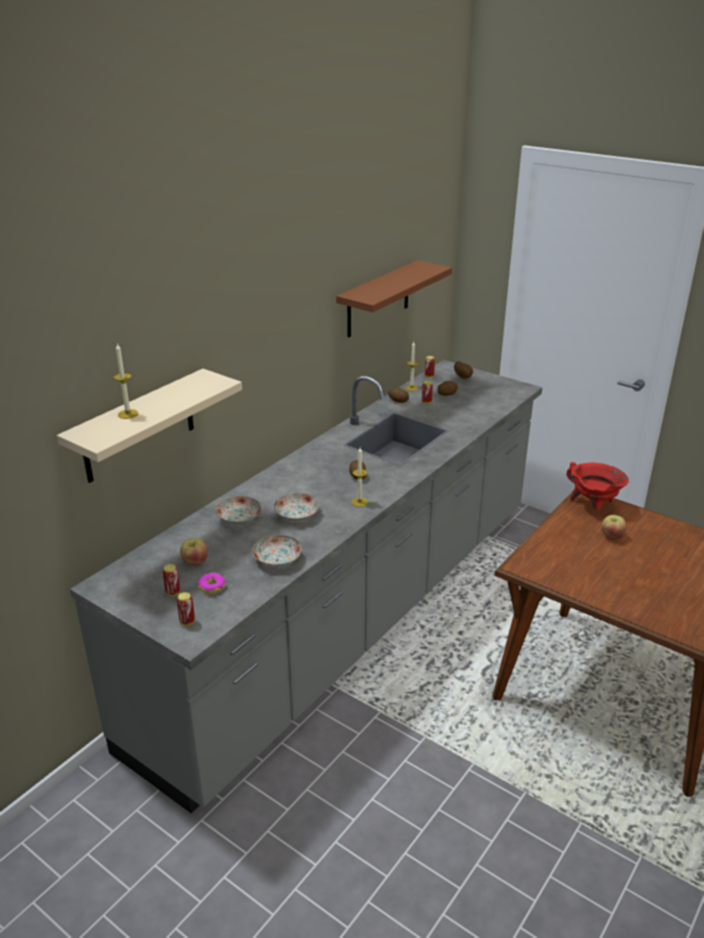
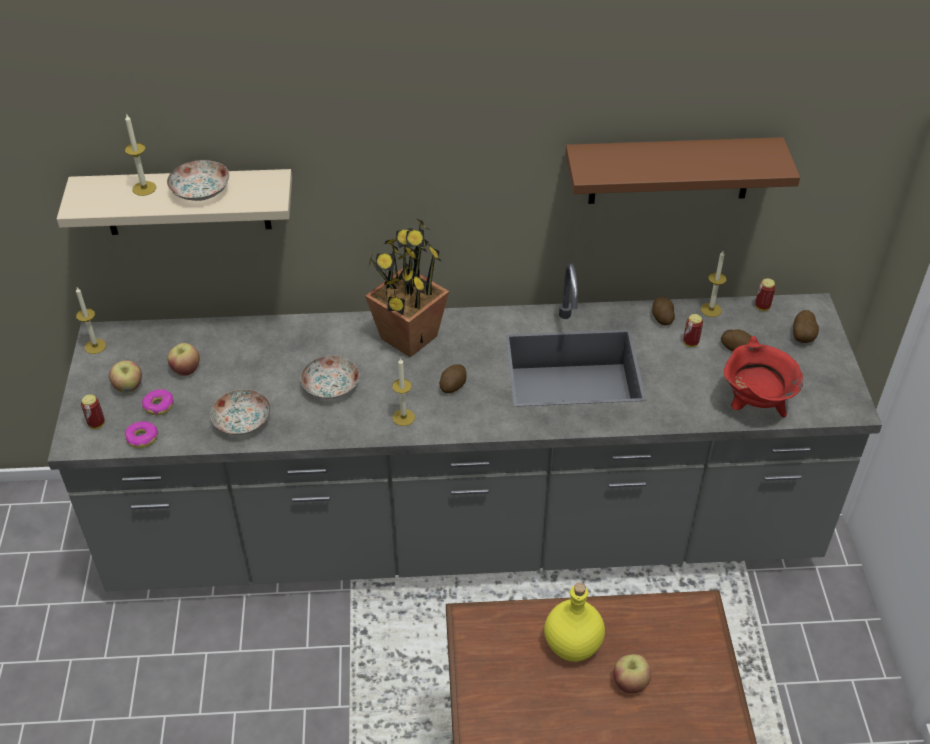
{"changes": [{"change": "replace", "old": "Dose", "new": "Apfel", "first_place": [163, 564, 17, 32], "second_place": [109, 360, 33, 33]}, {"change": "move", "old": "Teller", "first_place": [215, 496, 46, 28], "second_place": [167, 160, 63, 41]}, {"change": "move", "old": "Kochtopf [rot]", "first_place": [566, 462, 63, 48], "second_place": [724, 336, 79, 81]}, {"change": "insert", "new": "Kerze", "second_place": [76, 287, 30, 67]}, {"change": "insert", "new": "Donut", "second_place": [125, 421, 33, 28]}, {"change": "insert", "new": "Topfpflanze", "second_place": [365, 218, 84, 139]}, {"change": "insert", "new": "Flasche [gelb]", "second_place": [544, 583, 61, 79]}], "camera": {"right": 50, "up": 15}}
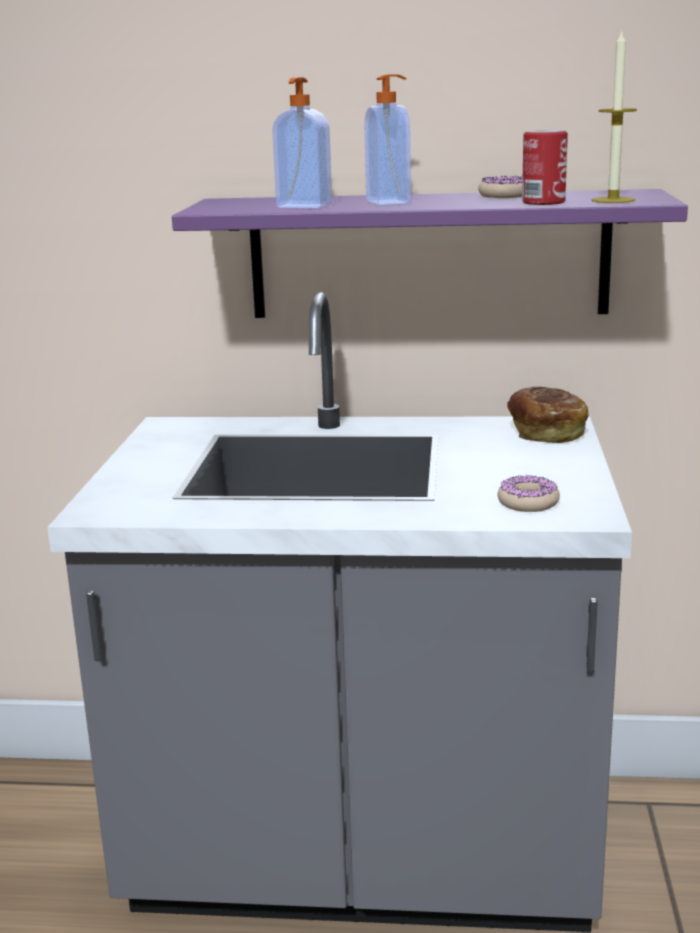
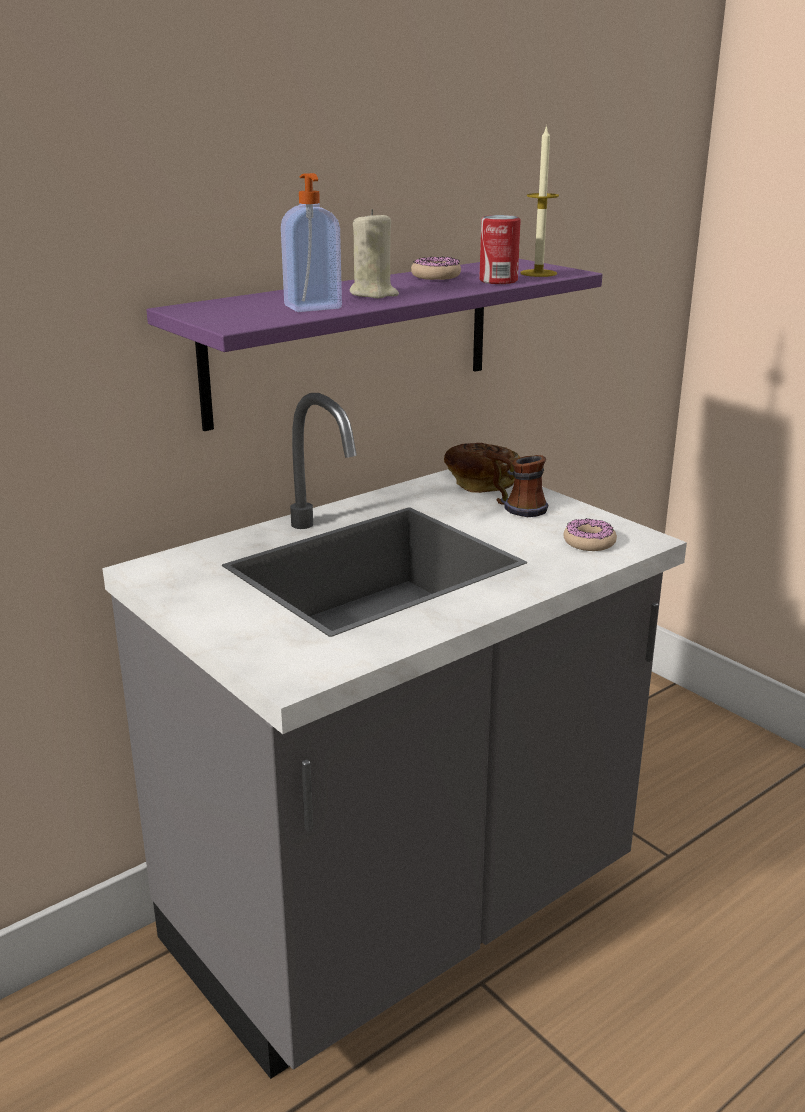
{"changes": [{"change": "replace", "old": "Seifenspender", "new": "Kerze [beige]", "first_place": [364, 74, 47, 132], "second_place": [350, 209, 49, 89]}, {"change": "insert", "new": "Henkelbecher", "second_place": [486, 450, 62, 67]}], "camera": {"right": -45, "up": 5}}
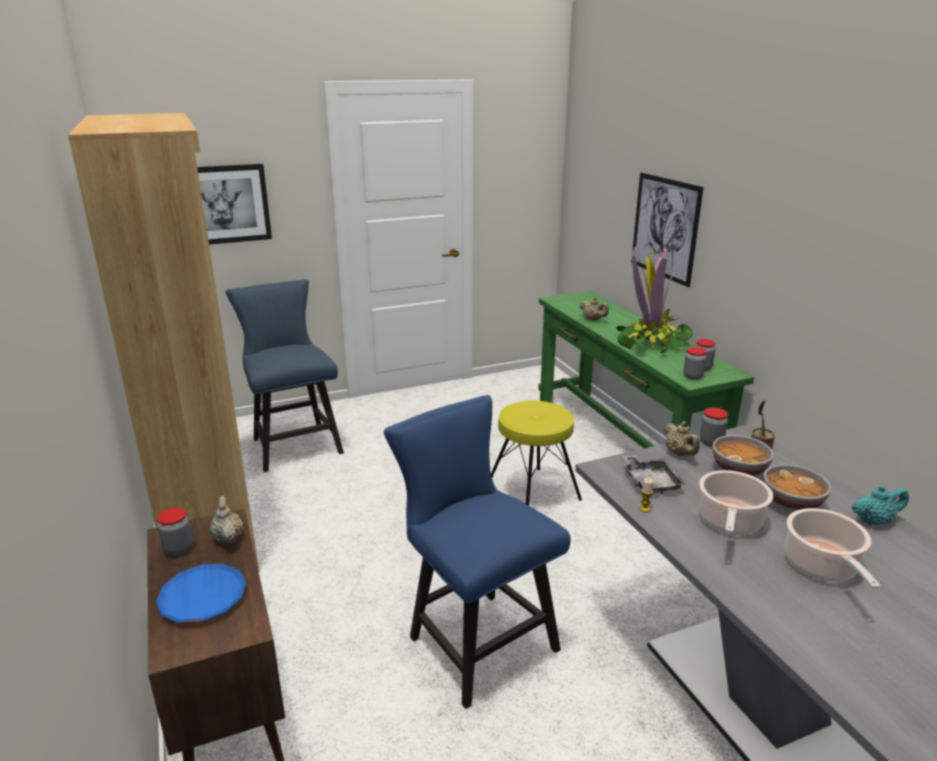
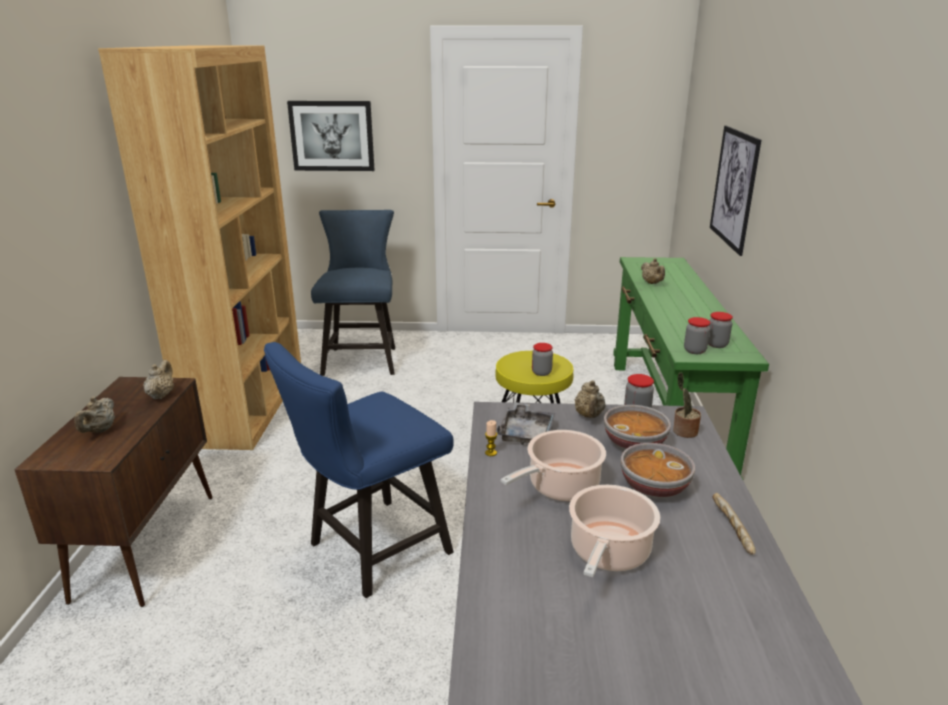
{"changes": [{"change": "replace", "old": "Teller [blau]", "new": "Teekanne [beige]", "first_place": [156, 564, 91, 59], "second_place": [74, 397, 41, 36]}, {"change": "move", "old": "Vorratsglas", "first_place": [157, 508, 36, 48], "second_place": [532, 343, 21, 33]}, {"change": "rotate", "old": "Stuhl [blau]", "first_place": [384, 395, 187, 314], "second_place": [264, 342, 190, 256], "degrees": -120}, {"change": "delete", "old": "Topfpflanze", "first_place": [616, 243, 77, 110]}, {"change": "replace", "old": "Teekanne [türkis]", "new": "Brot", "first_place": [852, 485, 57, 40], "second_place": [712, 493, 43, 62]}], "camera": {"right": 25, "up": 0}}
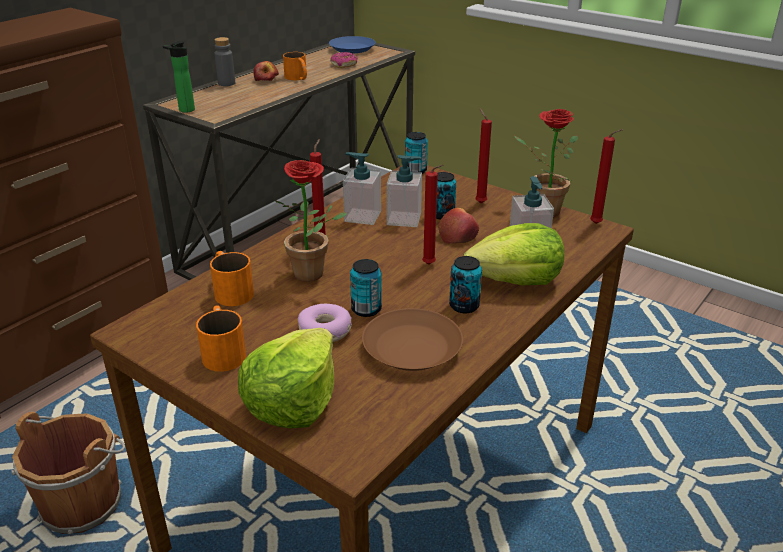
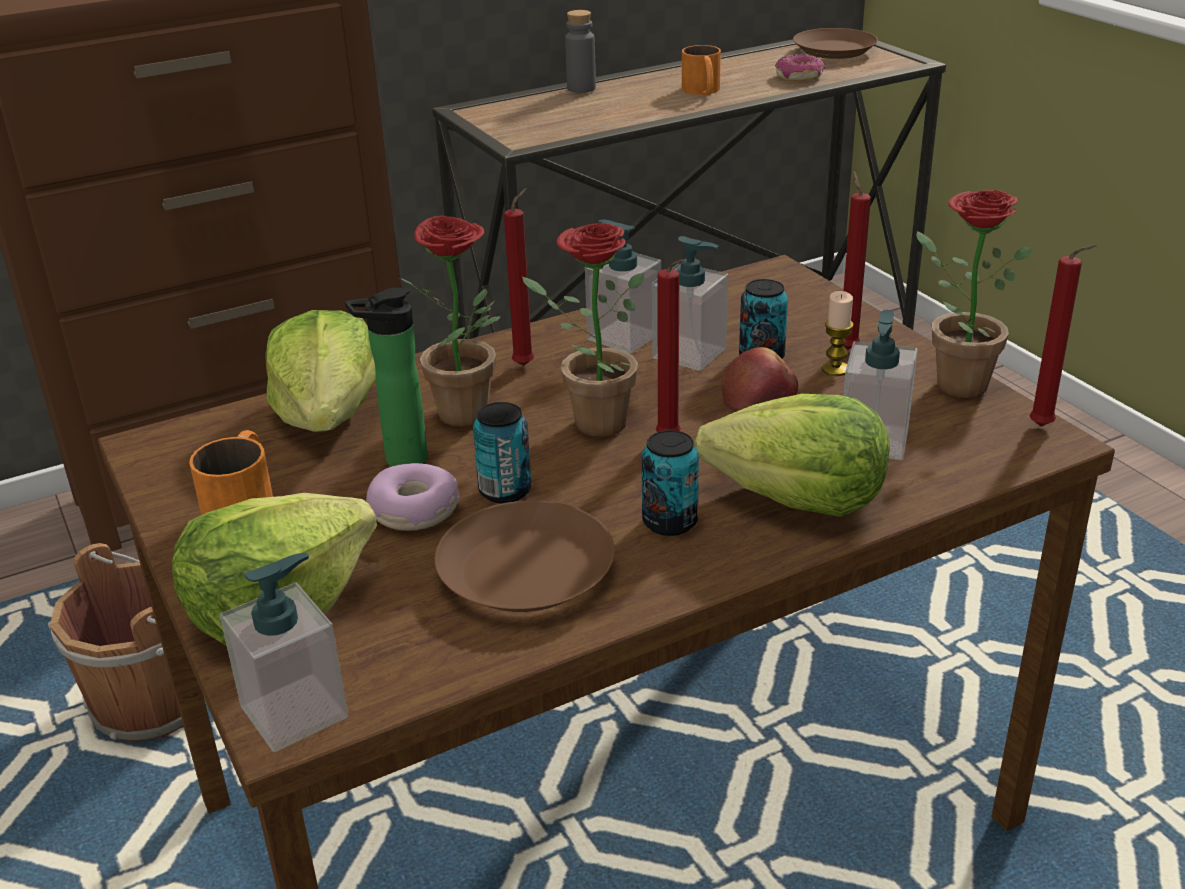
{"changes": [{"change": "move", "old": "Flasche", "first_place": [163, 41, 32, 72], "second_place": [345, 288, 83, 179]}, {"change": "replace", "old": "Henkelbecher [orange]", "new": "Salatkopf", "first_place": [210, 251, 44, 55], "second_place": [265, 310, 111, 122]}, {"change": "delete", "old": "Apfel", "first_place": [253, 61, 26, 20]}, {"change": "recolor", "old": "Teller [blau]", "new": "Teller [braun]", "first_place": [329, 36, 47, 17], "second_place": [793, 28, 85, 31]}, {"change": "delete", "old": "Dose", "first_place": [405, 132, 23, 42]}, {"change": "insert", "new": "Seifenspender", "second_place": [220, 552, 128, 200]}, {"change": "insert", "new": "Topfpflanze", "second_place": [522, 223, 122, 214]}, {"change": "insert", "new": "Kerze", "second_place": [822, 291, 32, 85]}], "camera": {"right": 25, "up": 0}}
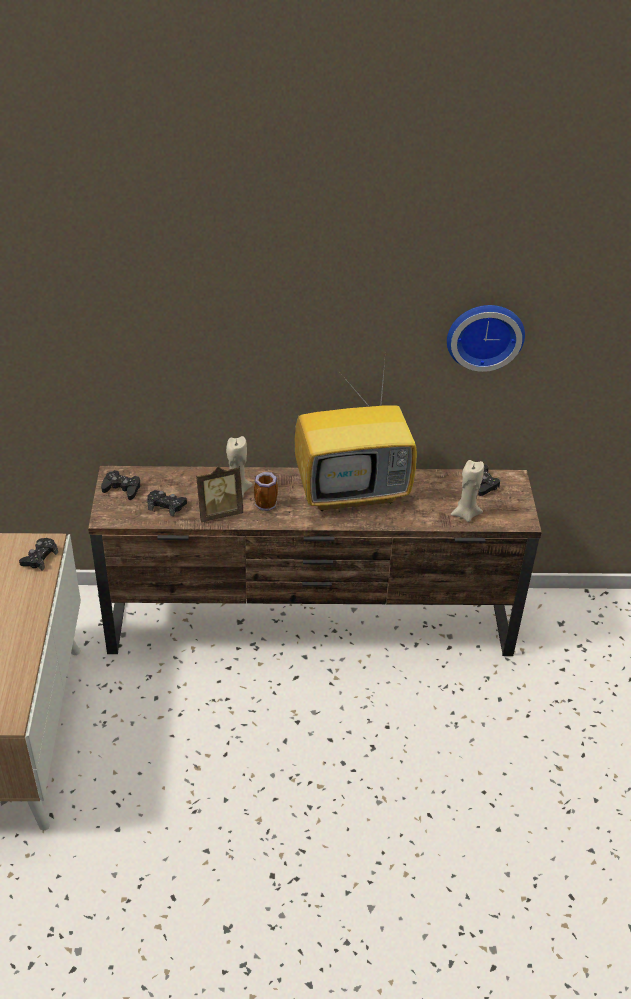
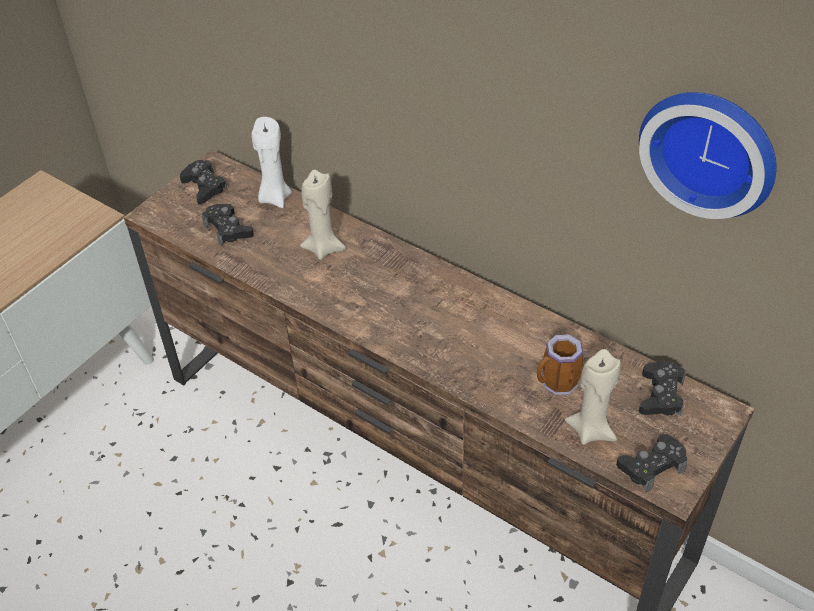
{"changes": [{"change": "move", "old": "Gamepad [schwarz]", "first_place": [19, 538, 39, 32], "second_place": [616, 434, 72, 58]}, {"change": "delete", "old": "Bilderrahmen", "first_place": [196, 466, 47, 56]}, {"change": "move", "old": "Henkelbecher", "first_place": [254, 472, 24, 39], "second_place": [537, 334, 46, 61]}, {"change": "delete", "old": "Fernseher", "first_place": [295, 350, 122, 161]}, {"change": "insert", "new": "Kerze [weiß]", "second_place": [251, 117, 41, 91]}], "camera": {"right": 40, "up": 5}}
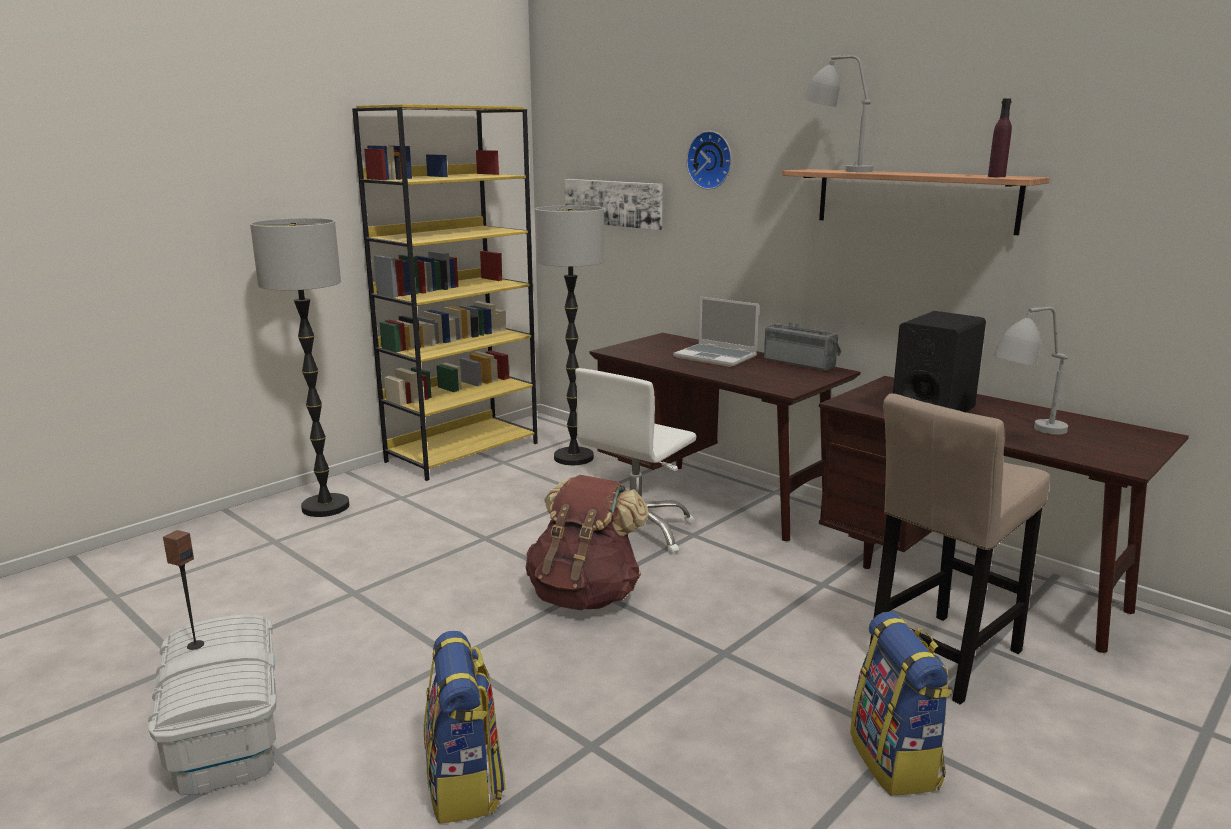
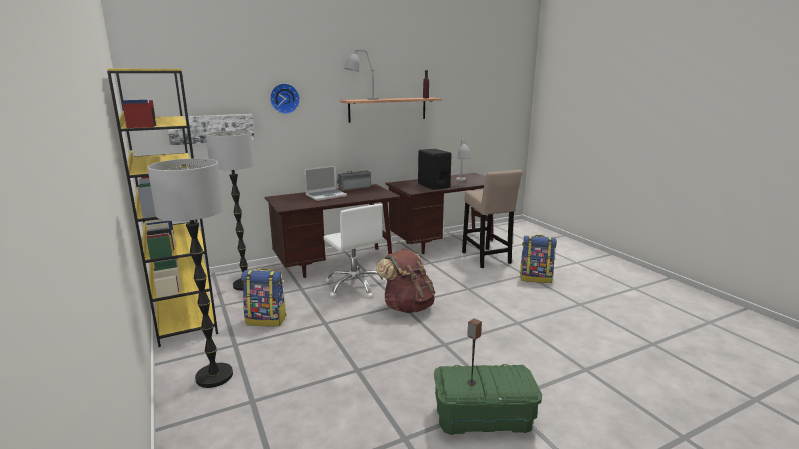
{"changes": [{"change": "recolor", "old": "Aufbewahrungsbox [weiß]", "new": "Aufbewahrungsbox [grün]", "first_place": [148, 615, 128, 180], "second_place": [434, 364, 108, 71]}, {"change": "move", "old": "Rucksack", "first_place": [424, 631, 82, 193], "second_place": [241, 269, 46, 57]}], "camera": {"right": -70, "up": 0}}
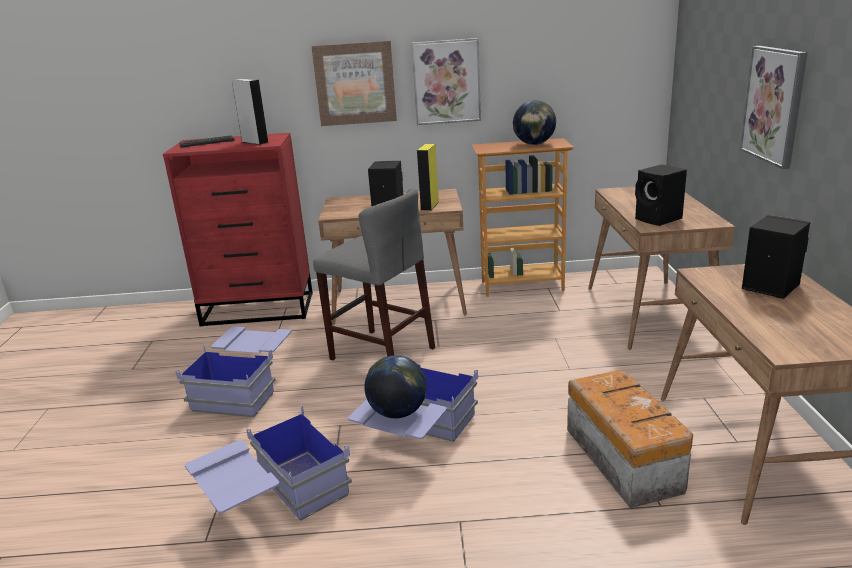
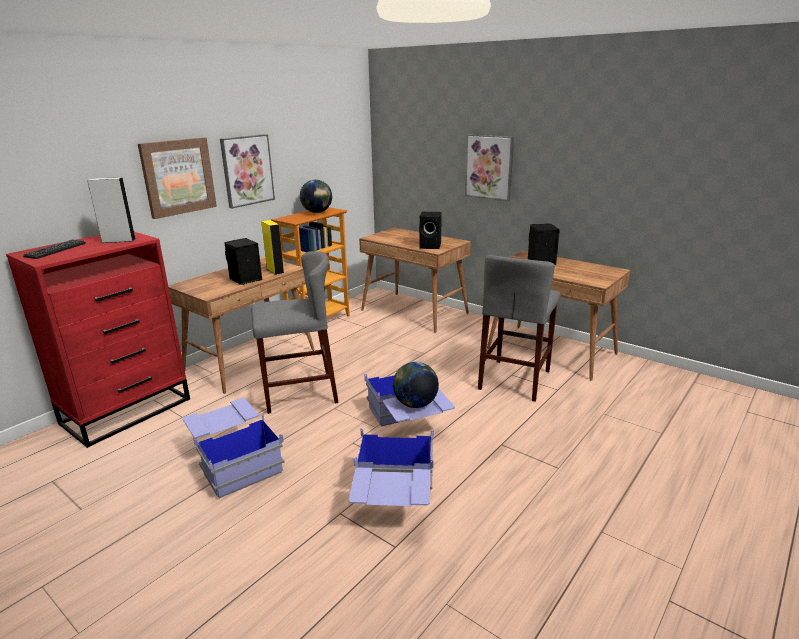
{"changes": [{"change": "replace", "old": "Aufbewahrungsbox", "new": "Hocker [grau]", "first_place": [567, 371, 126, 137], "second_place": [478, 255, 83, 147]}], "camera": {"right": -50, "up": 0}}
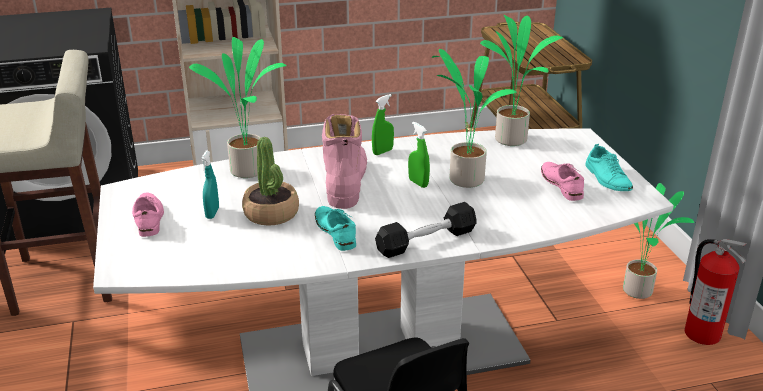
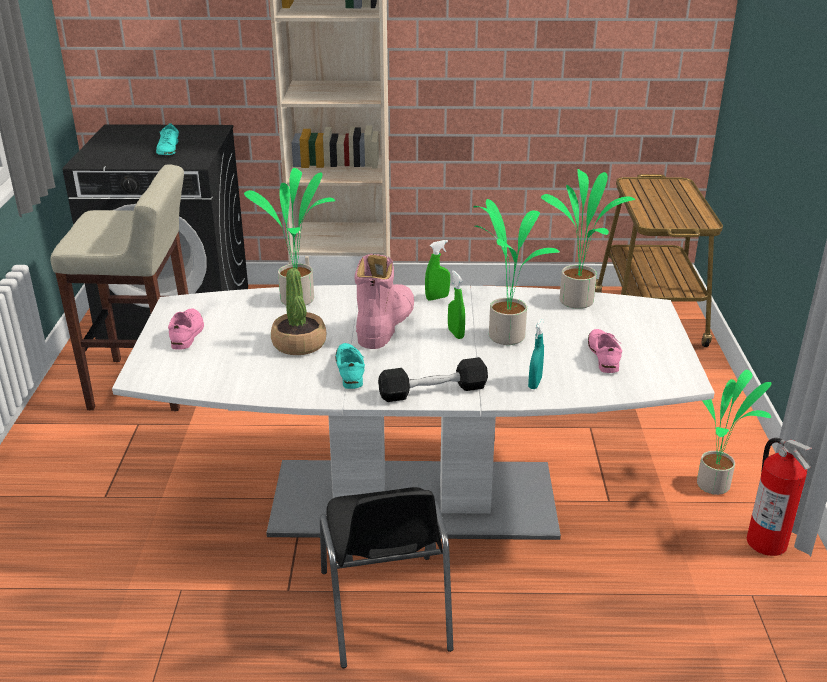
{"changes": [{"change": "move", "old": "Sprühflasche [türkis]", "first_place": [201, 151, 18, 68], "second_place": [528, 318, 16, 71]}, {"change": "move", "old": "Schuh [türkis]", "first_place": [585, 144, 48, 47], "second_place": [156, 123, 23, 32]}], "camera": {"right": 15, "up": 0}}
